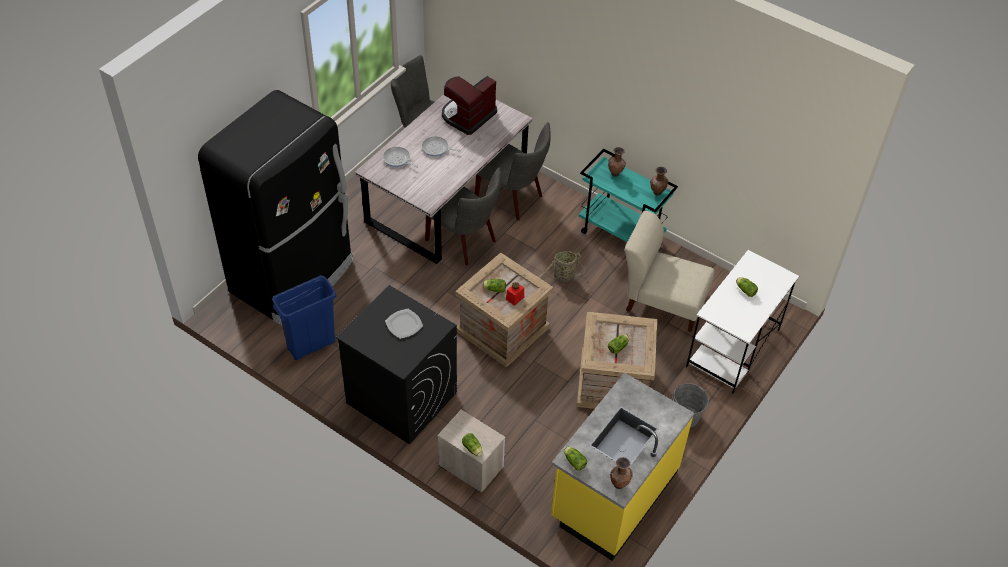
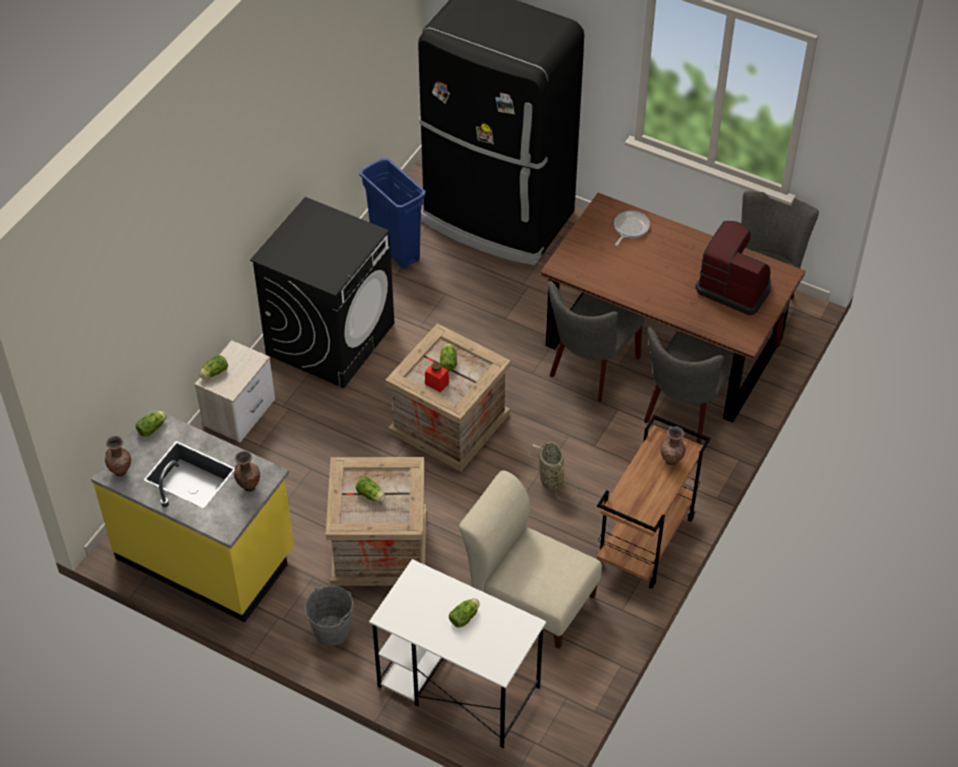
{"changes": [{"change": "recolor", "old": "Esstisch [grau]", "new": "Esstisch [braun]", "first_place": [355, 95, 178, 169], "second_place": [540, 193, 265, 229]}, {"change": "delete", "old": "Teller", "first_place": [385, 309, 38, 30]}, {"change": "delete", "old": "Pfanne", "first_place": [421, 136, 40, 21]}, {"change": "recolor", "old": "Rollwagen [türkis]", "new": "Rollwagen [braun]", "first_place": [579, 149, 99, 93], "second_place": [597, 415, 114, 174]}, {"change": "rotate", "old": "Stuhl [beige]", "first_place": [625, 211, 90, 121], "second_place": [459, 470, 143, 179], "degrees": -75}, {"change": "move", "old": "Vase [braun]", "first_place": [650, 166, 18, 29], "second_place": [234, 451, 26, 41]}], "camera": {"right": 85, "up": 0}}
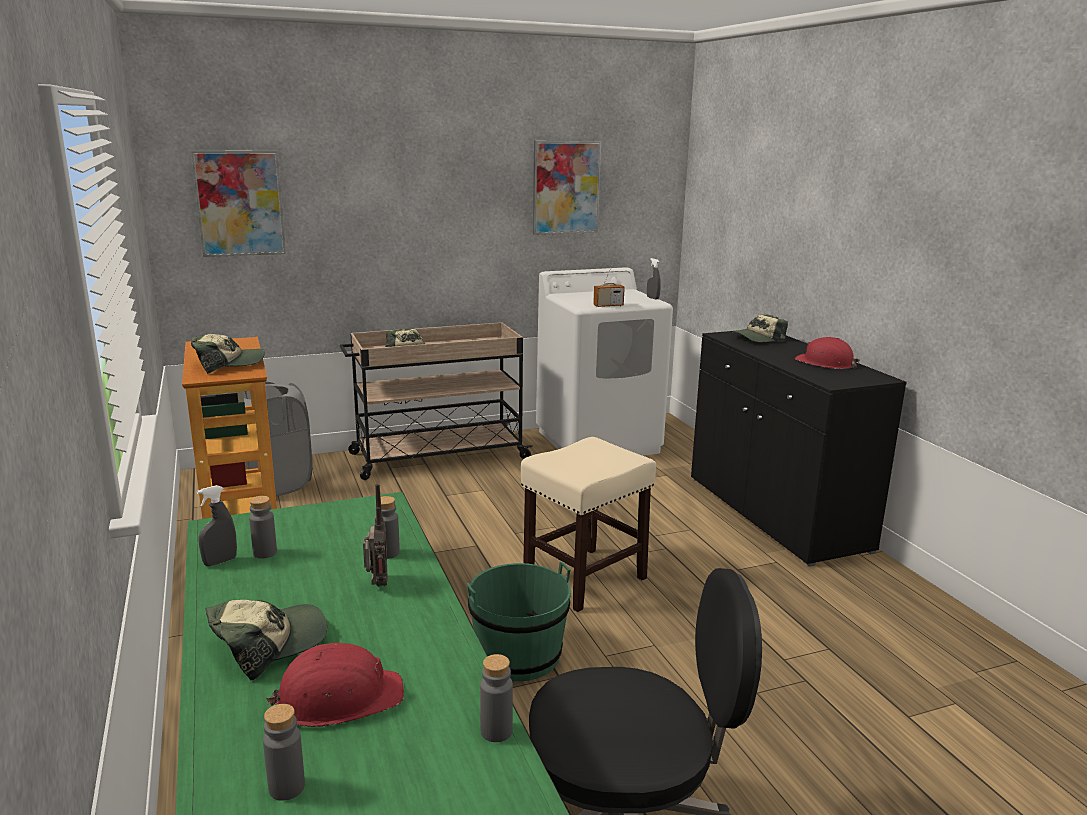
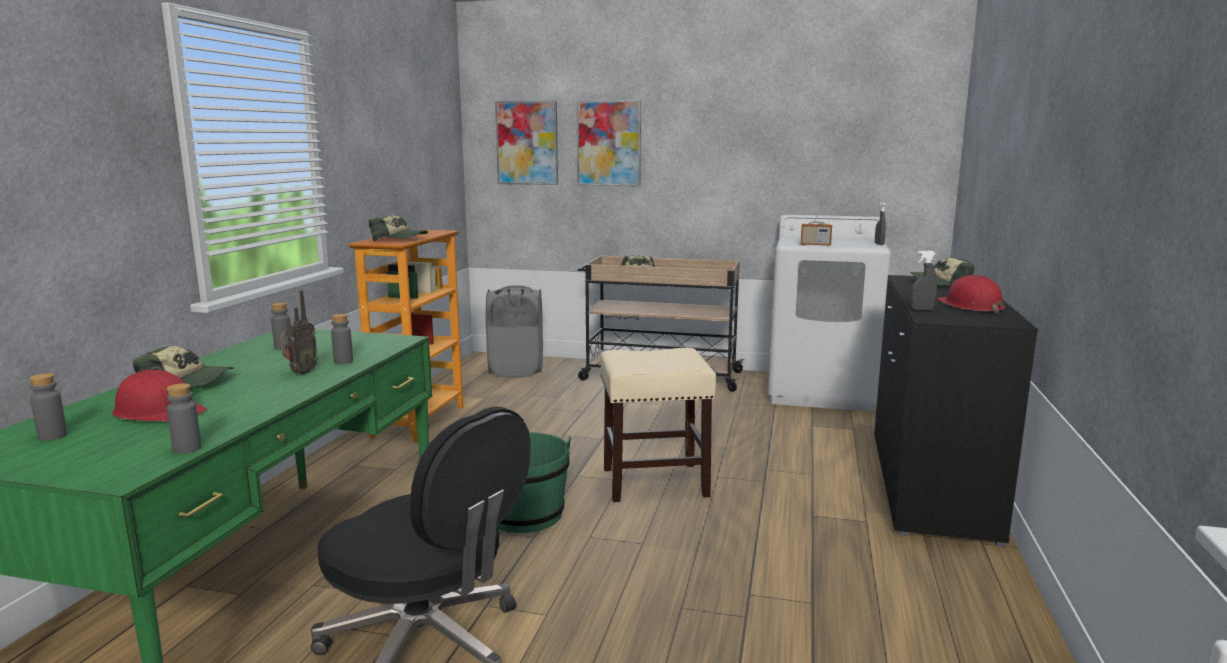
{"changes": [{"change": "move", "old": "Sprühflasche [grau]", "first_place": [197, 485, 40, 81], "second_place": [910, 251, 27, 60]}, {"change": "move", "old": "Bild", "first_place": [533, 141, 68, 94], "second_place": [576, 100, 65, 86]}], "camera": {"right": 35, "up": -5}}
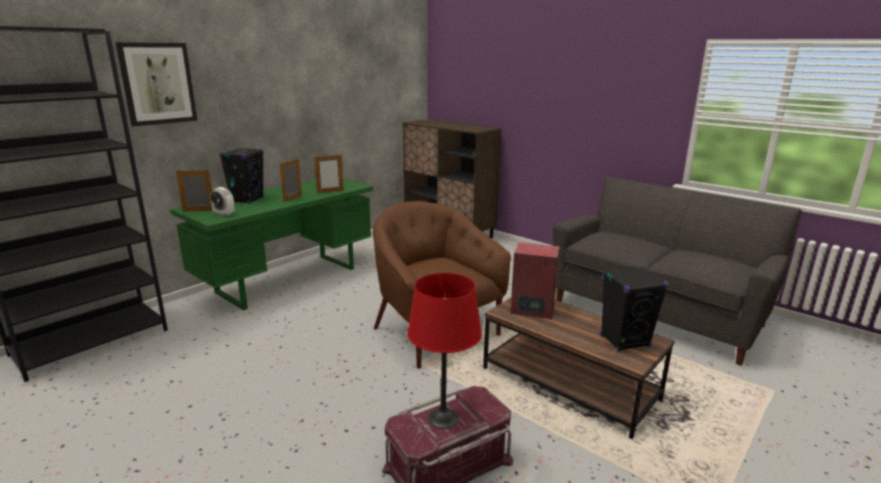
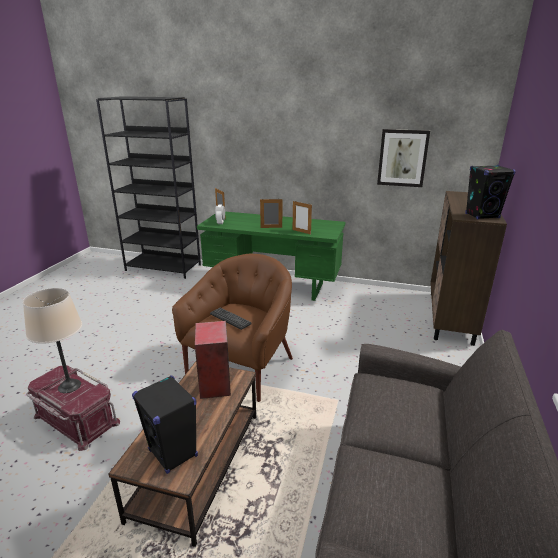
{"changes": [{"change": "move", "old": "Bild", "first_place": [115, 42, 82, 84], "second_place": [377, 129, 53, 58]}, {"change": "move", "old": "Lautsprecher [schwarz]", "first_place": [220, 147, 44, 57], "second_place": [465, 165, 51, 54]}, {"change": "recolor", "old": "Tischlampe [rot]", "new": "Tischlampe [beige]", "first_place": [407, 273, 75, 156], "second_place": [23, 288, 59, 105]}, {"change": "insert", "new": "Tastatur", "second_place": [210, 307, 42, 23]}], "camera": {"right": 65, "up": 5}}
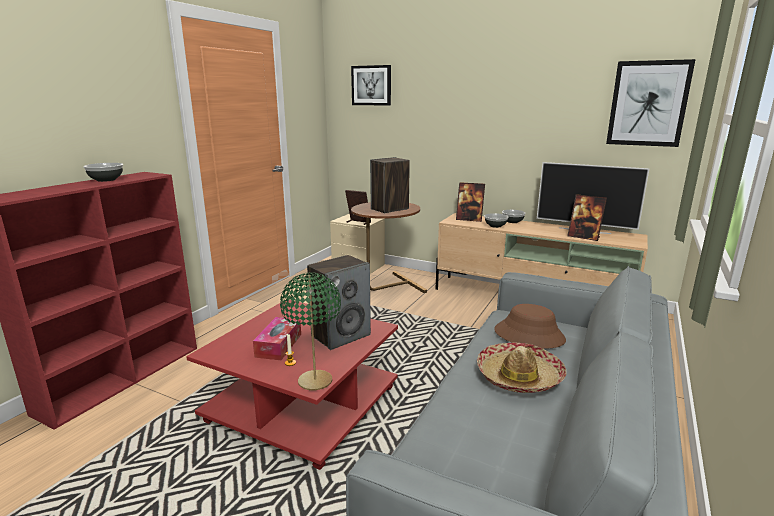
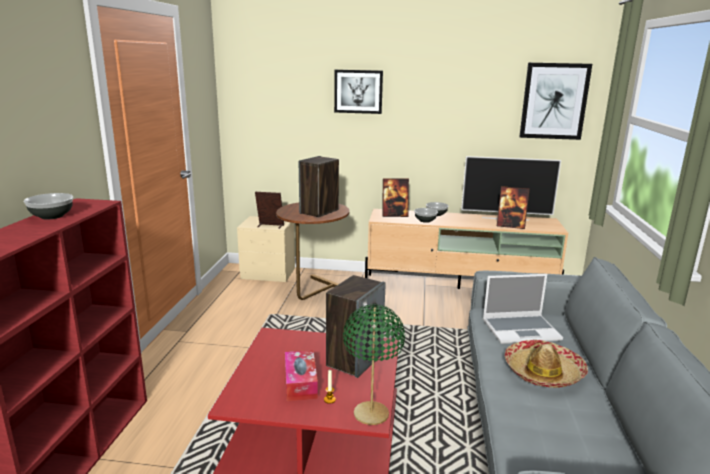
{"changes": [{"change": "move", "old": "Bild", "first_place": [351, 65, 40, 41], "second_place": [334, 70, 49, 44]}, {"change": "replace", "old": "Hut [braun]", "new": "Laptop", "first_place": [494, 304, 72, 45], "second_place": [483, 274, 80, 70]}], "camera": {"right": -20, "up": 0}}
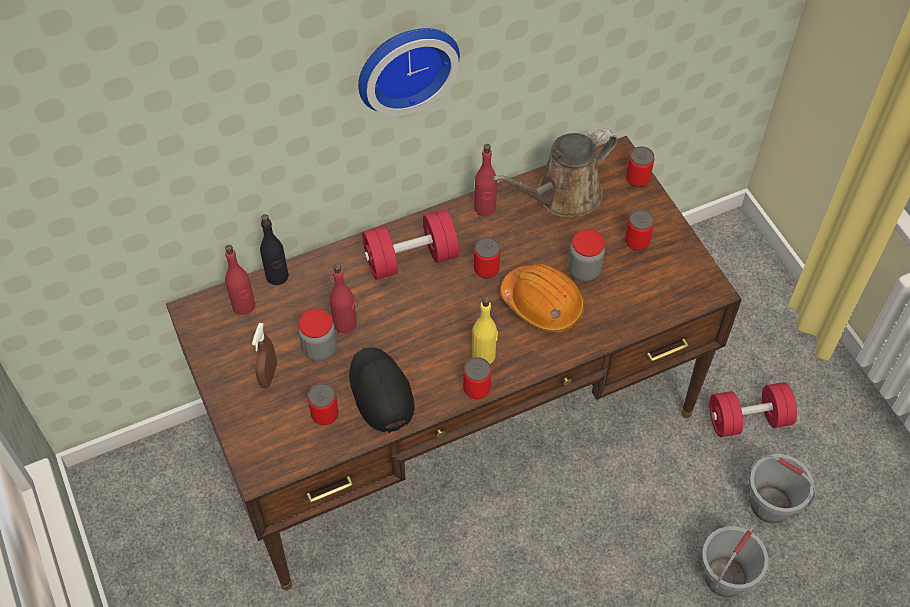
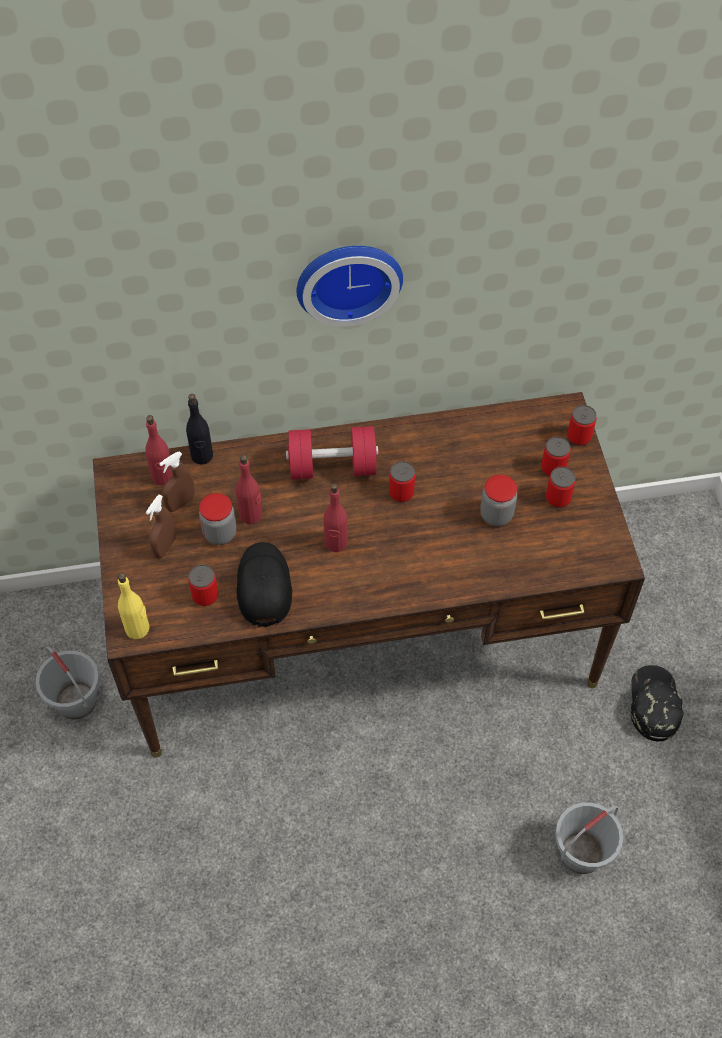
{"changes": [{"change": "move", "old": "Dose", "first_place": [463, 357, 28, 42], "second_place": [541, 437, 29, 40]}, {"change": "move", "old": "Flasche [gelb]", "first_place": [472, 297, 26, 67], "second_place": [118, 573, 31, 66]}, {"change": "move", "old": "Flasche [rot]", "first_place": [474, 144, 23, 72], "second_place": [324, 483, 24, 69]}, {"change": "delete", "old": "Gießkanne [braun]", "first_place": [492, 129, 125, 88]}, {"change": "delete", "old": "Schutzhelm [orange]", "first_place": [500, 264, 85, 68]}, {"change": "replace", "old": "Hantel [rot]", "new": "Kappe [schwarz]", "first_place": [709, 382, 88, 55], "second_place": [631, 665, 53, 76]}, {"change": "move", "old": "Eimer [grau]", "first_place": [749, 454, 68, 69], "second_place": [35, 646, 65, 73]}, {"change": "insert", "new": "Sprühflasche [braun]", "second_place": [159, 451, 36, 61]}], "camera": {"right": 15, "up": 0}}
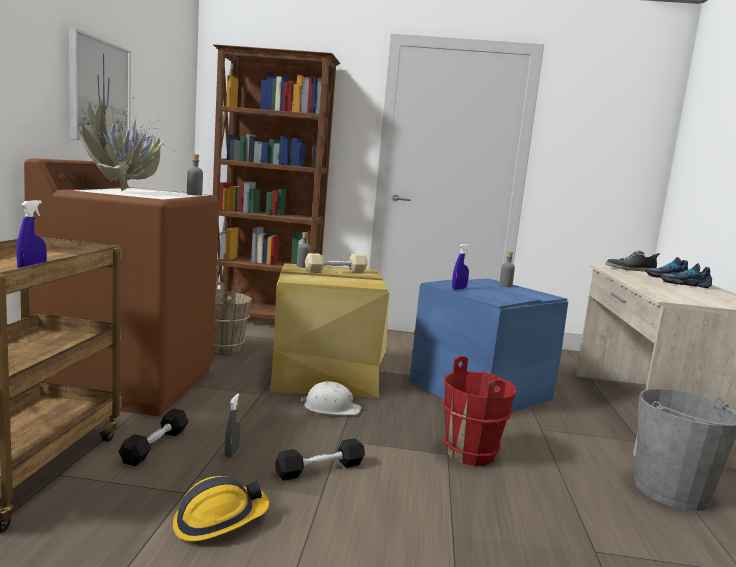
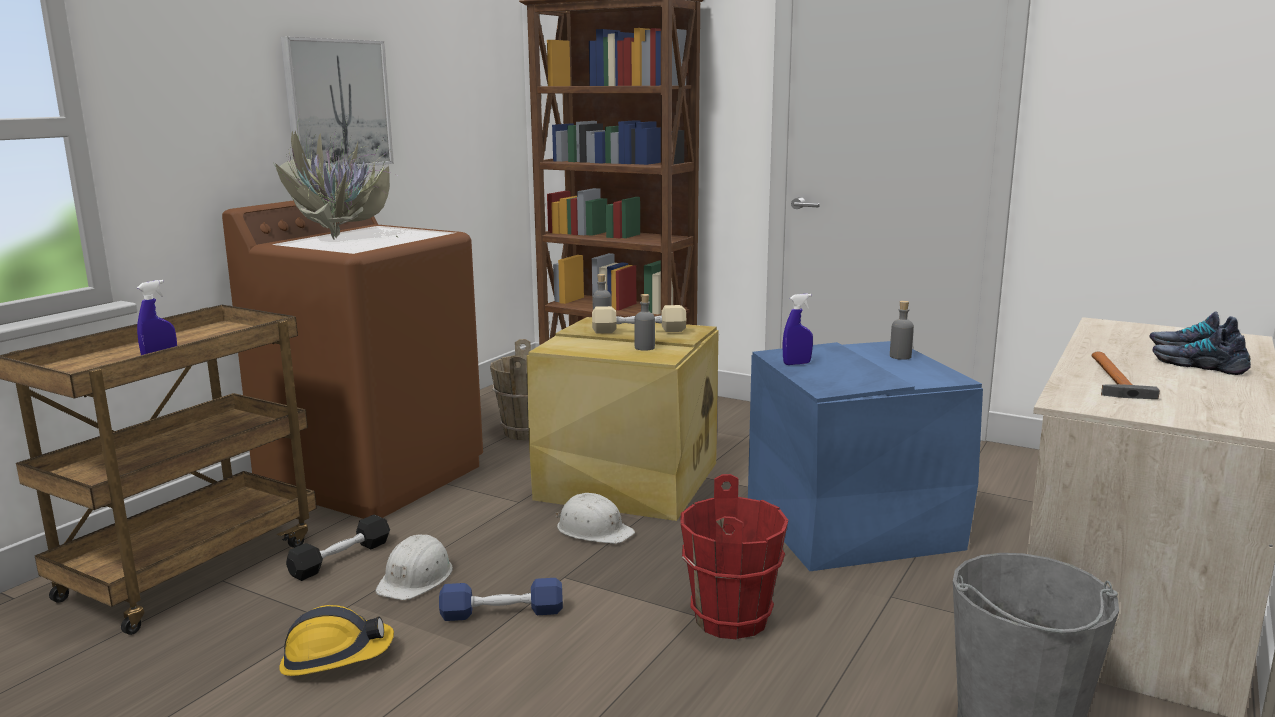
{"changes": [{"change": "move", "old": "Flasche [grau]", "first_place": [187, 154, 16, 42], "second_place": [634, 294, 21, 57]}, {"change": "replace", "old": "Sprühflasche [grau]", "new": "Schutzhelm [weiß]", "first_place": [225, 393, 15, 65], "second_place": [375, 534, 78, 66]}, {"change": "recolor", "old": "Hantel [schwarz]", "new": "Hantel [blau]", "first_place": [275, 438, 90, 43], "second_place": [439, 578, 124, 43]}, {"change": "delete", "old": "Schuh", "first_place": [606, 250, 54, 22]}, {"change": "insert", "new": "Hammer", "second_place": [1092, 352, 68, 47]}], "camera": {"right": 25, "up": 5}}
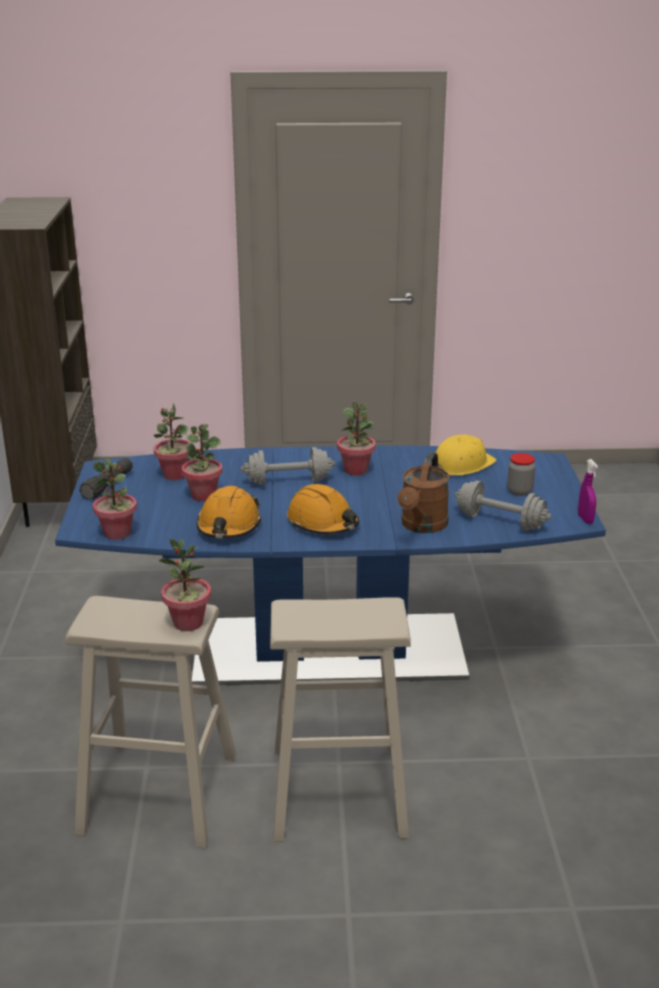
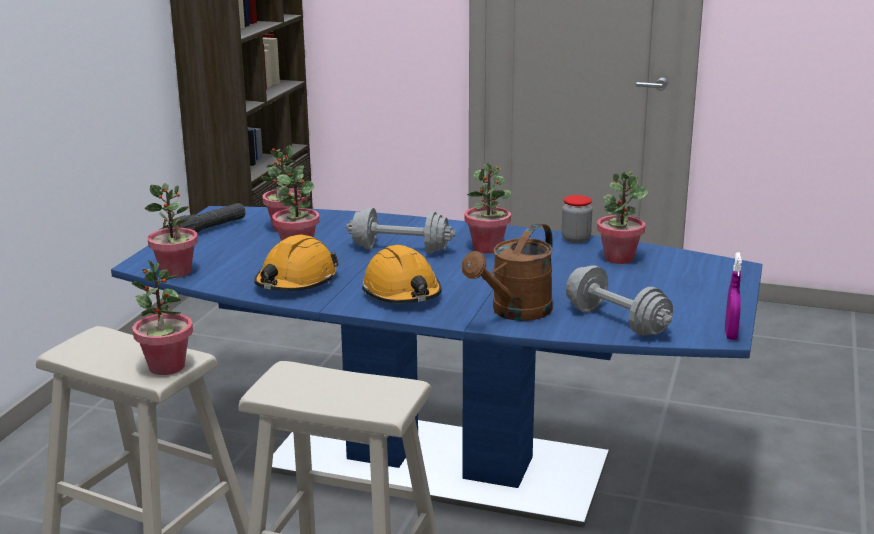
{"changes": [{"change": "replace", "old": "Schutzhelm [gelb]", "new": "Topfpflanze", "first_place": [431, 435, 65, 41], "second_place": [597, 171, 51, 93]}, {"change": "move", "old": "Vorratsglas", "first_place": [507, 453, 28, 43], "second_place": [561, 195, 31, 48]}], "camera": {"right": 20, "up": -5}}
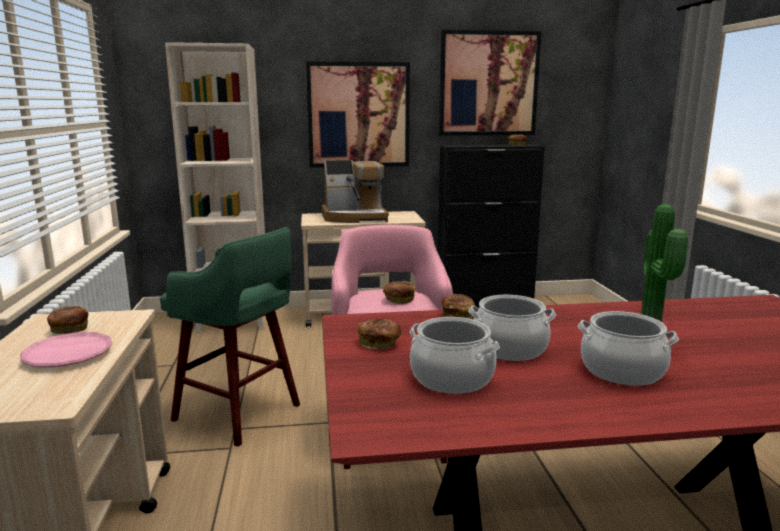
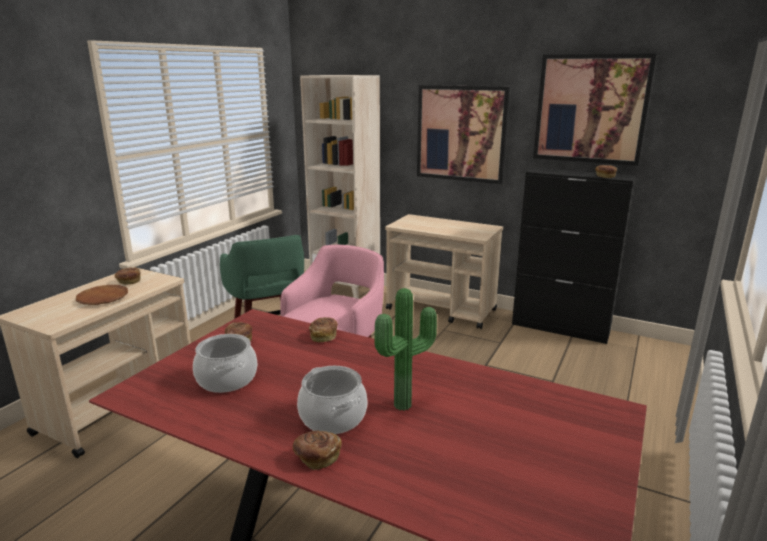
{"changes": [{"change": "recolor", "old": "Teller [rosa]", "new": "Teller [braun]", "first_place": [20, 332, 92, 35], "second_place": [76, 285, 52, 20]}, {"change": "delete", "old": "Kaffeemaschine", "first_place": [322, 160, 67, 63]}, {"change": "move", "old": "Brot", "first_place": [383, 281, 32, 23], "second_place": [293, 430, 49, 40]}, {"change": "delete", "old": "Kochtopf", "first_place": [468, 295, 88, 66]}], "camera": {"right": 35, "up": 5}}
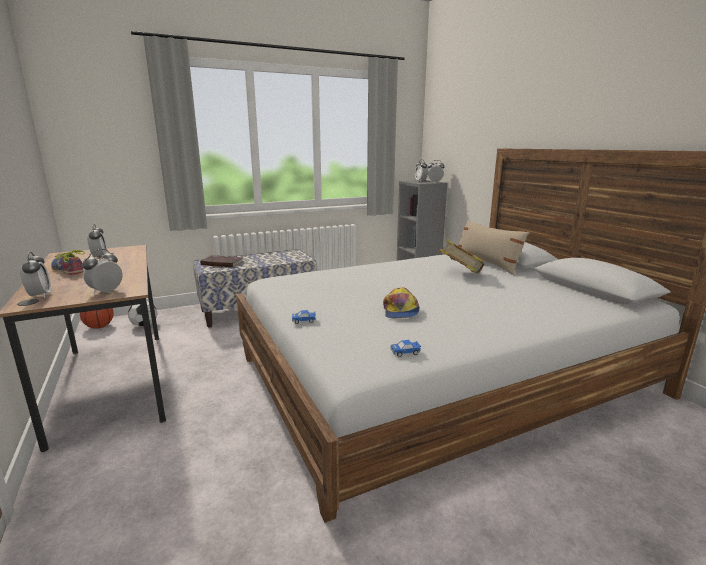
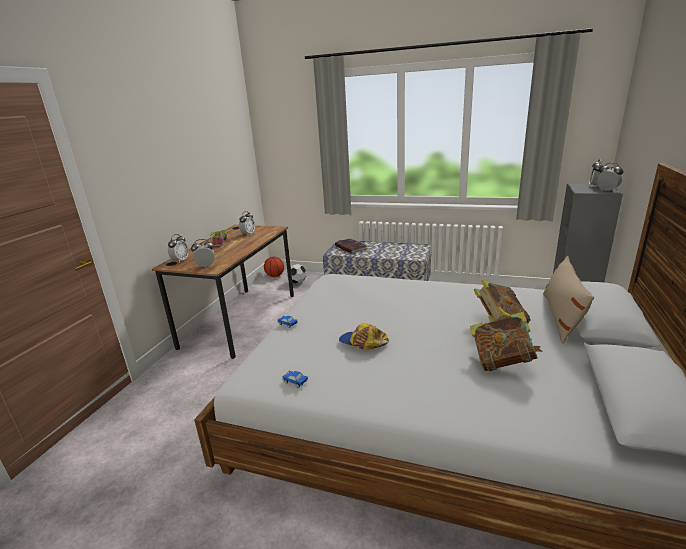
{"changes": [{"change": "rotate", "old": "Kappe", "first_place": [383, 287, 36, 32], "second_place": [339, 324, 50, 26], "degrees": 75}, {"change": "insert", "new": "Buch", "second_place": [470, 312, 73, 59]}], "camera": {"right": 45, "up": 5}}
